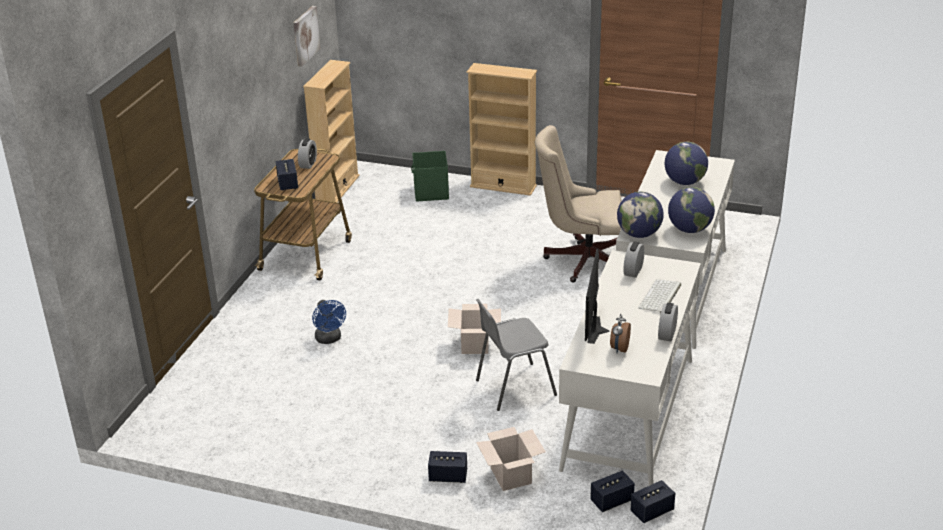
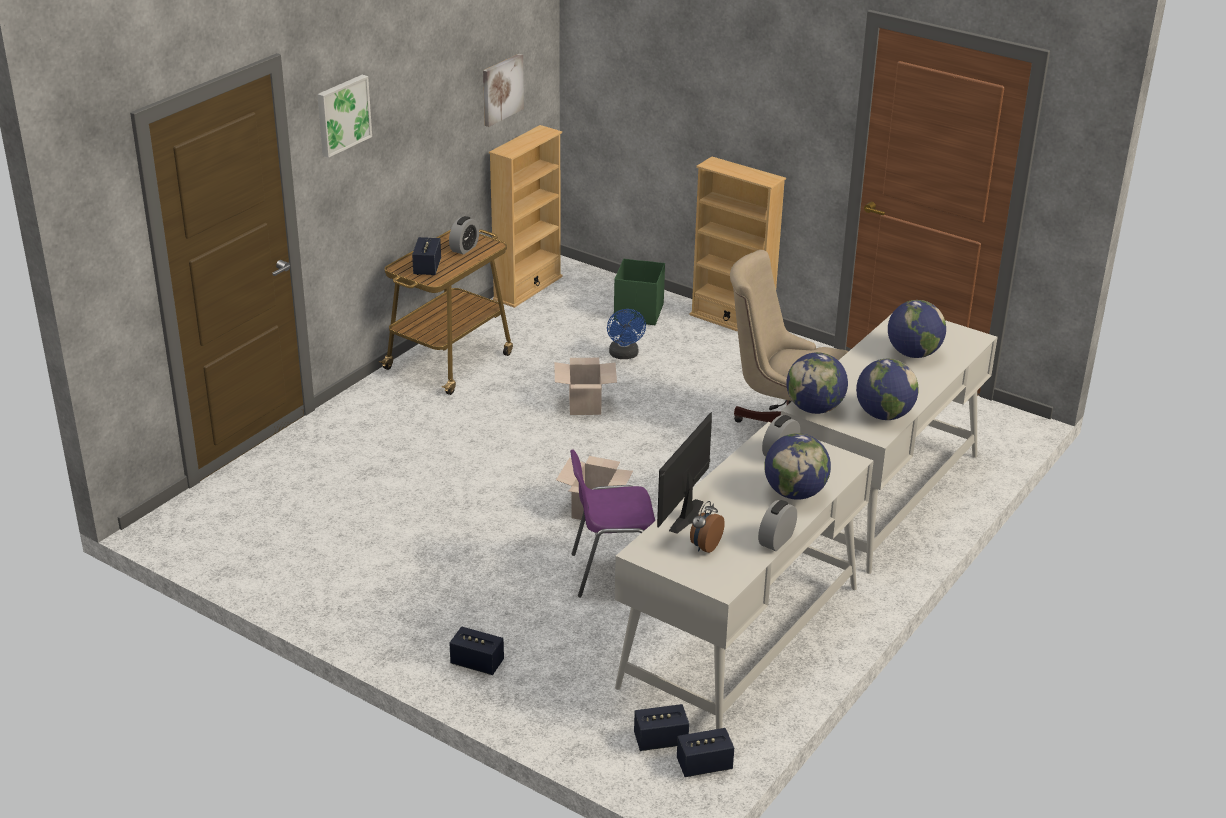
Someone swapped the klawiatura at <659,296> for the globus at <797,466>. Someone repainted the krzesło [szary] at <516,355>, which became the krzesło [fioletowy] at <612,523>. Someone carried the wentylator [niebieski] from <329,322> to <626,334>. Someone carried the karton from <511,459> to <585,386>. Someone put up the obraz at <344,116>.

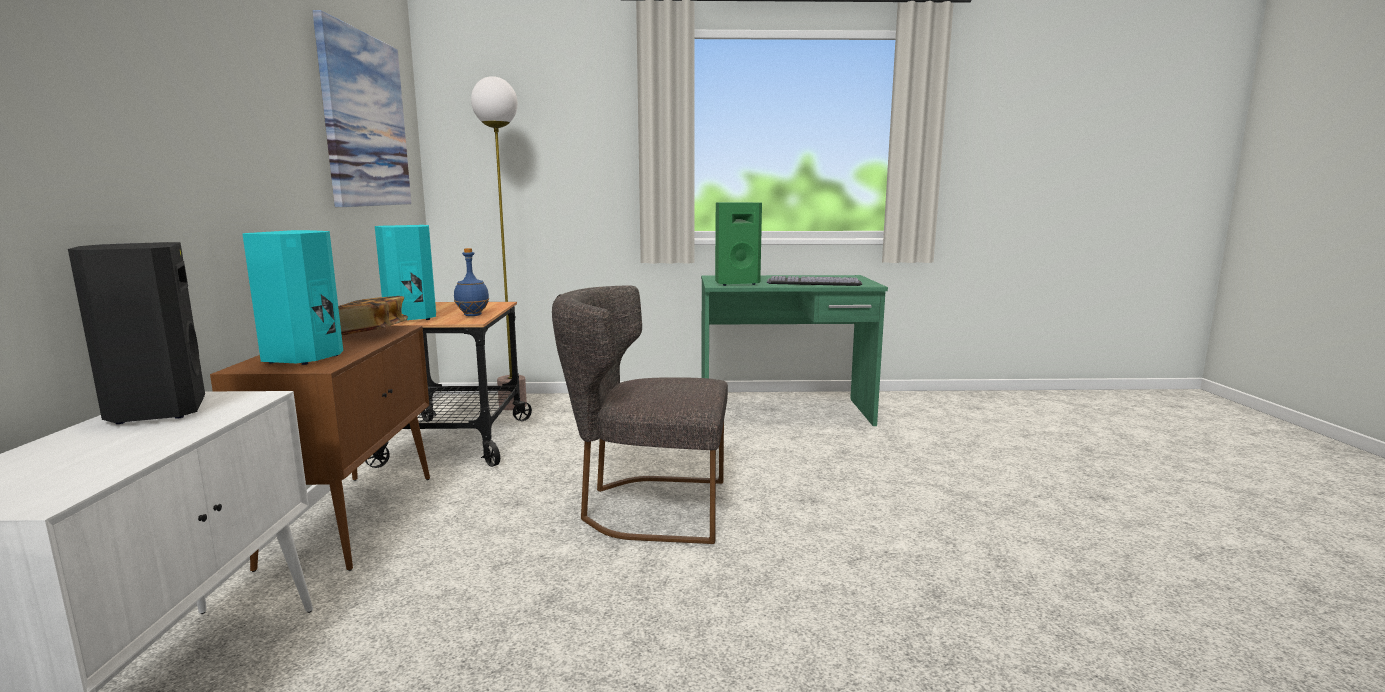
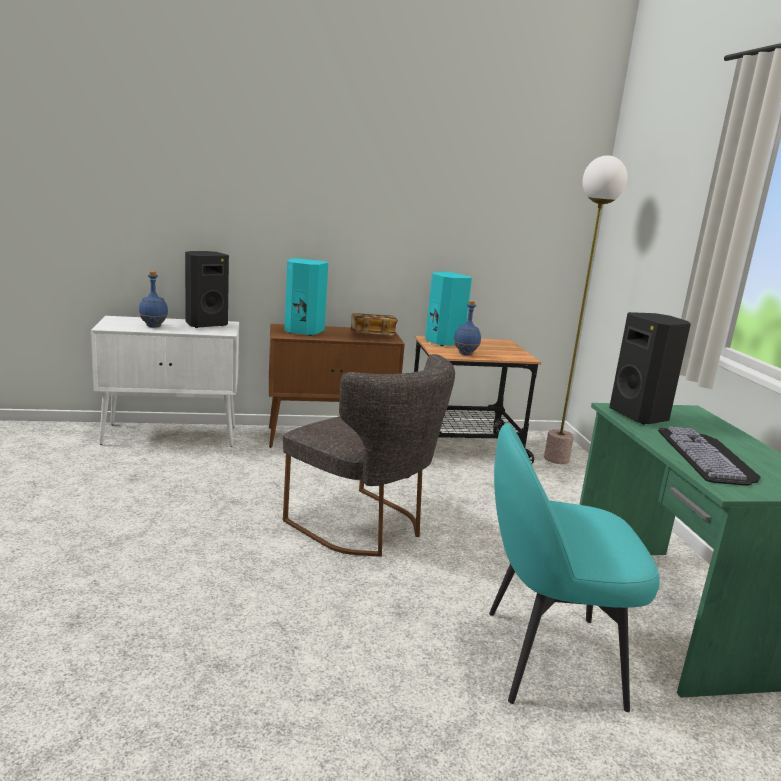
Someone took away the obraz at <361,108>. Someone repainted the głośnik [zielony] at <738,244>, which became the głośnik [czarny] at <650,368>. Someone rotated the krzesło [szary] at <640,414> by 135 degrees clockwise. Someone put down the butelka [niebieski] at <153,299>. Someone put down the krzesło [turkusowy] at <574,567>.

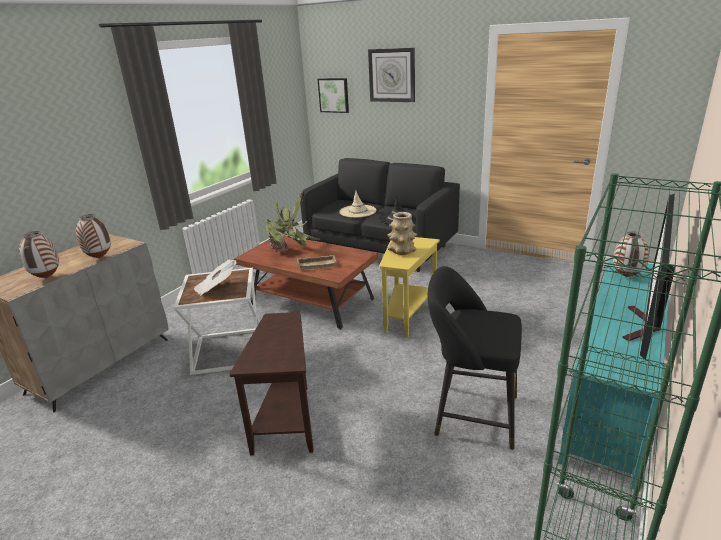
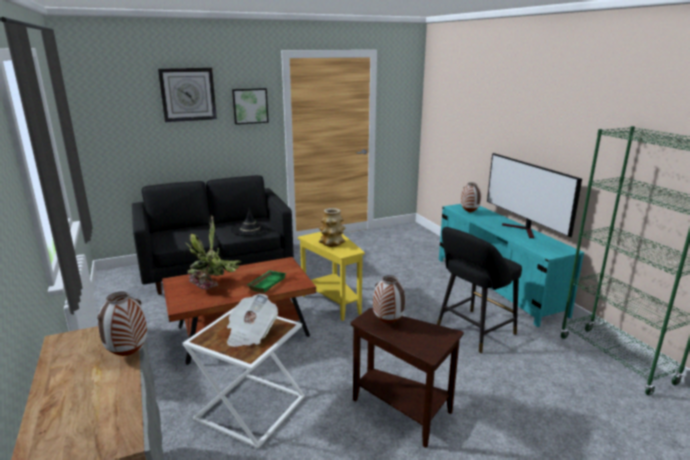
Someone carried the obraz from <333,95> to <250,106>. Someone took away the kapelusz [beżowy] at <357,204>. Someone carried the wazon from <39,254> to <389,299>. Someone repainted the taca [beżowy] at <316,262>, which became the taca [zielony] at <266,281>.

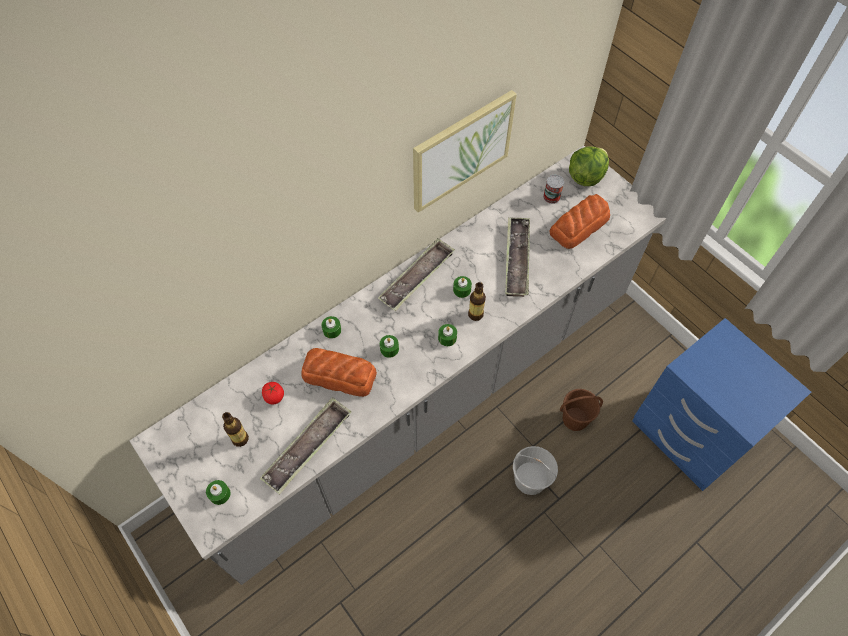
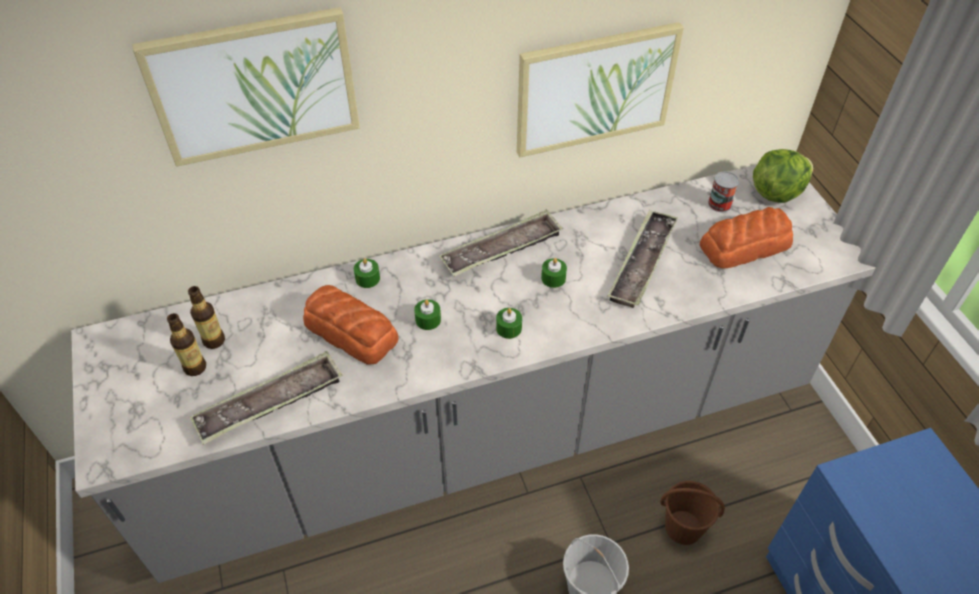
Someone carried the butelka from <477,301> to <206,317>. Someone took away the pomidor at <273,393>. Someone took away the świeca [zielony] at <218,492>. Someone put up the obraz at <246,87>.

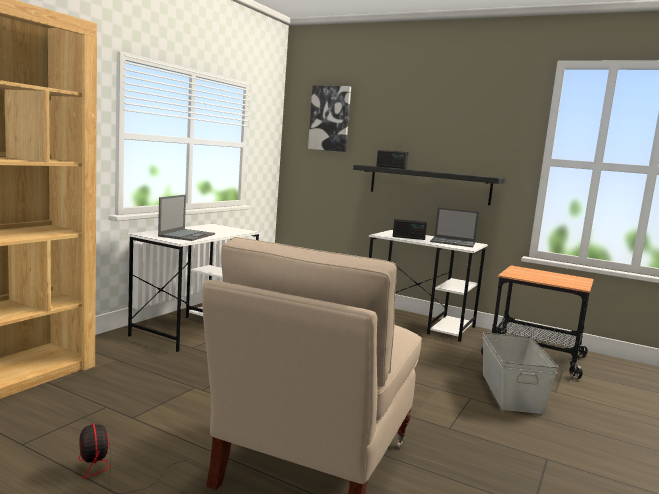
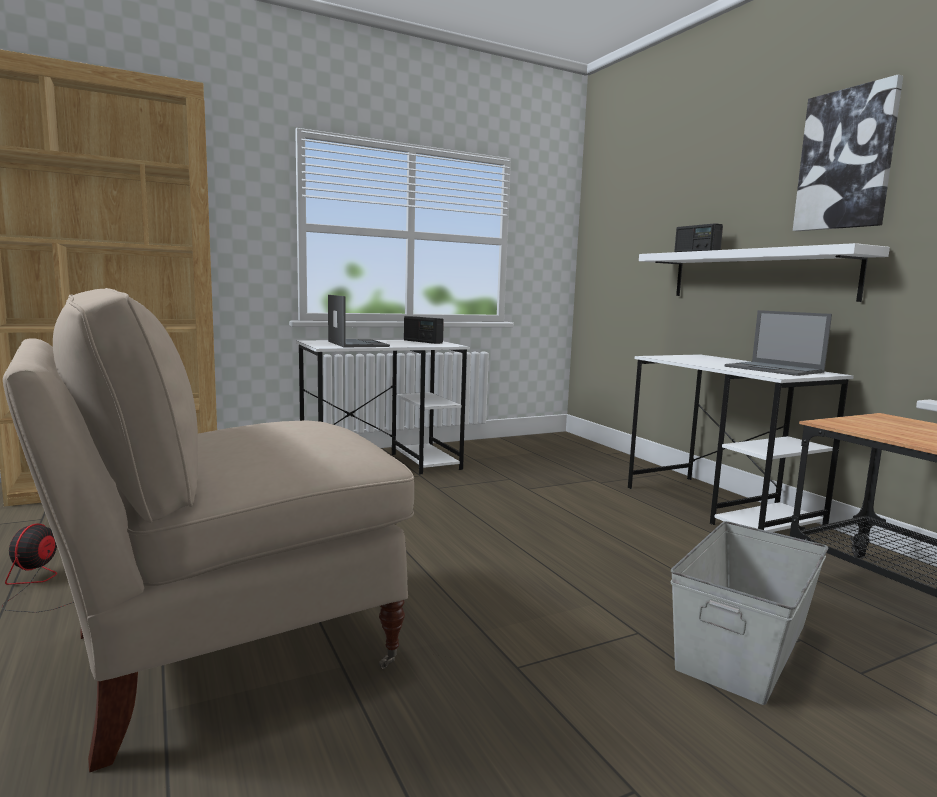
Someone carried the obraz from <329,118> to <848,152>. Someone repainted the półka [czarny] at <429,185>, which became the półka [biały] at <764,272>. Someone rotated the laptop at <186,218> by 75 degrees counterclockwise. Someone carried the radio from <410,229> to <424,330>.

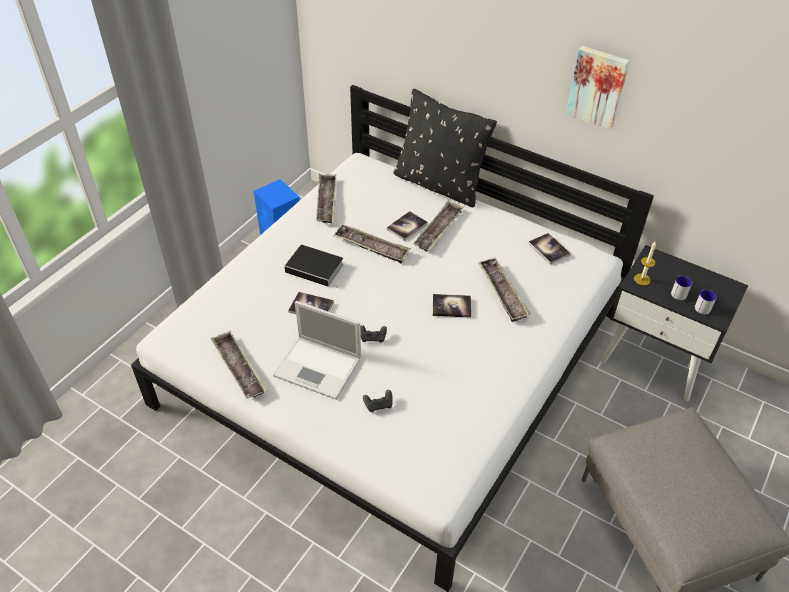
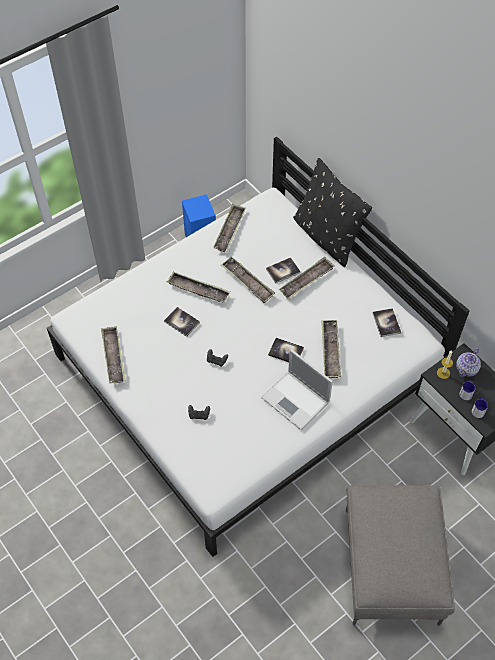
Someone took away the obraz at <598,88>. Someone swapped the książka at <314,266> for the taca at <198,287>. Someone carried the laptop from <317,350> to <297,389>. Someone put down the imbryk at <468,362>.

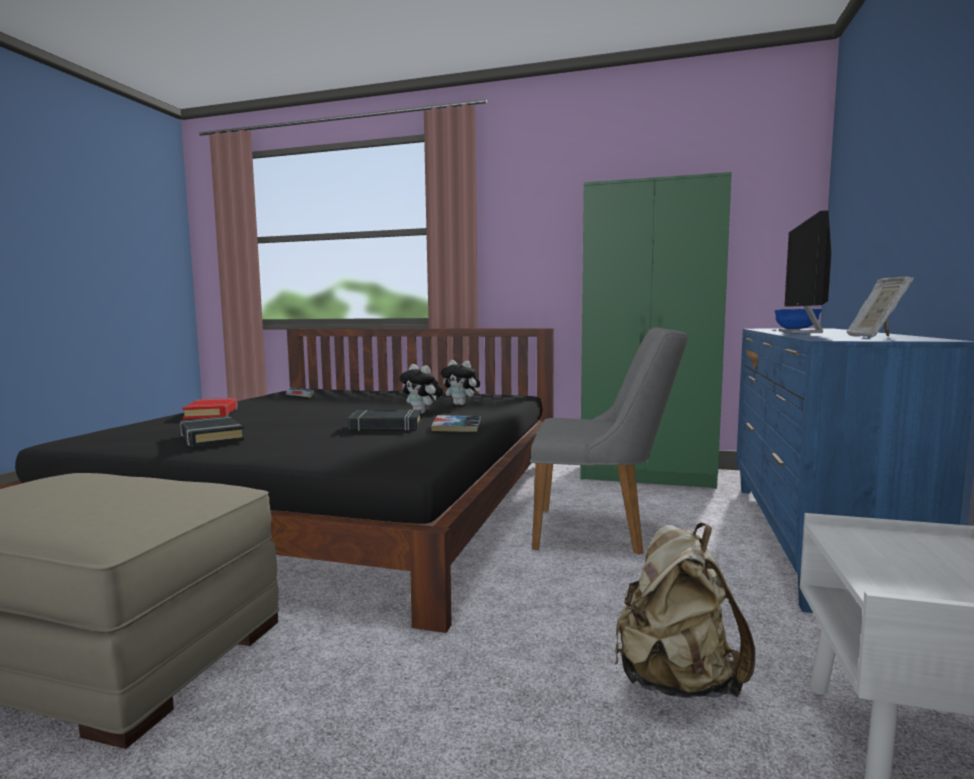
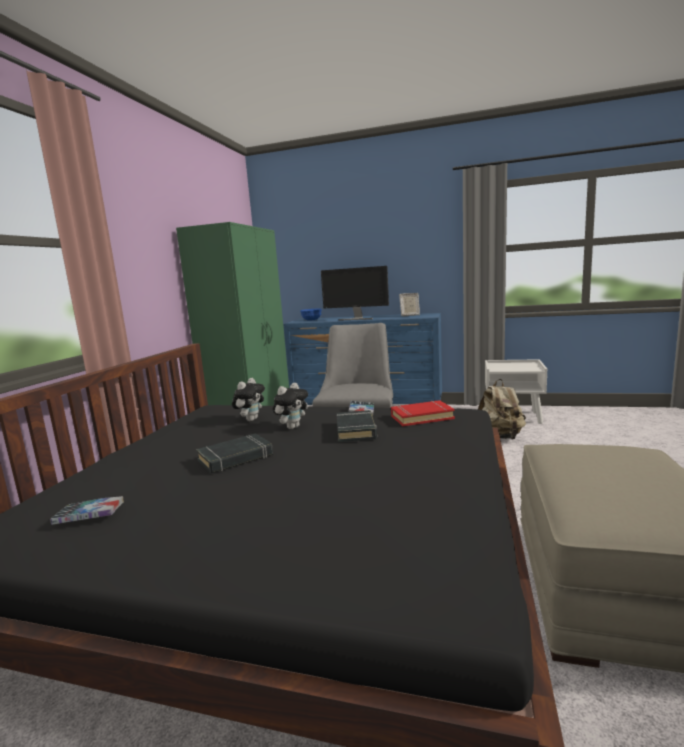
Someone carried the książka [czerwony] from <210,408> to <423,413>. Someone carried the książka [czarny] from <212,431> to <234,453>.

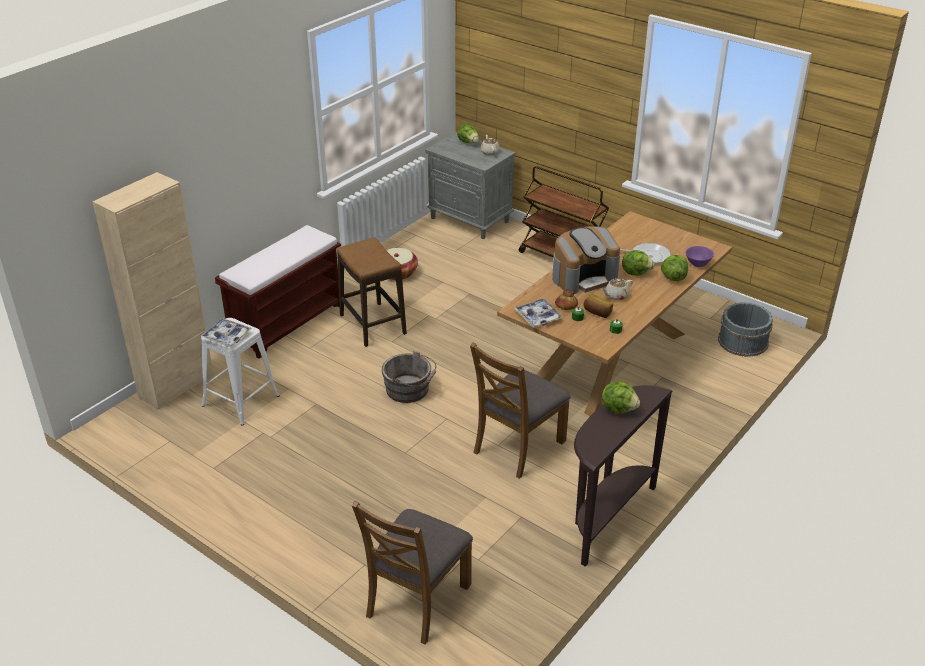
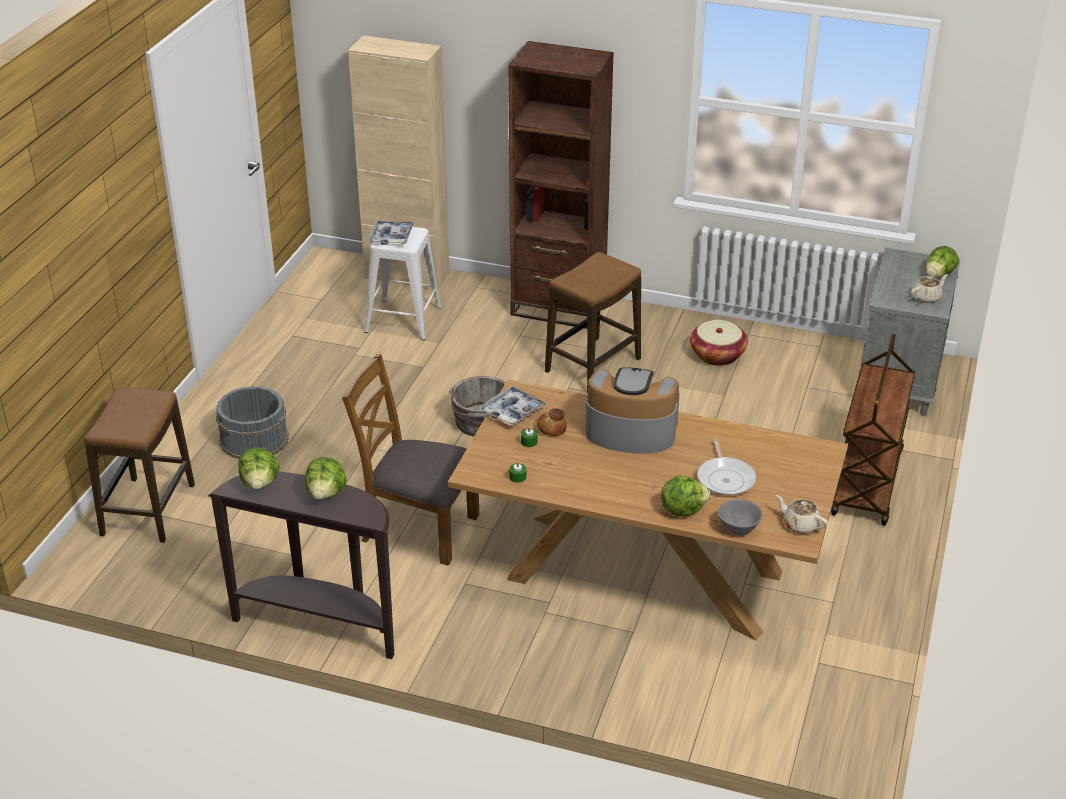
Someone swapped the ławka [brązowy] at <278,291> for the regał [brązowy] at <561,185>. Someone rotated the ekspres do kawy at <586,260> by 150 degrees clockwise. Someone repainted the miska [fioletowy] at <700,256>, which became the miska [szary] at <740,517>. Someone carried the sałata from <638,263> to <259,468>. Someone carried the imbryk [beżowy] from <617,289> to <802,514>. Someone took away the chleb at <598,306>. Someone carried the wiadro [szary] from <745,329> to <252,422>. Someone swapped the krzesło [brązowy] at <412,572> for the stołek at <139,465>.

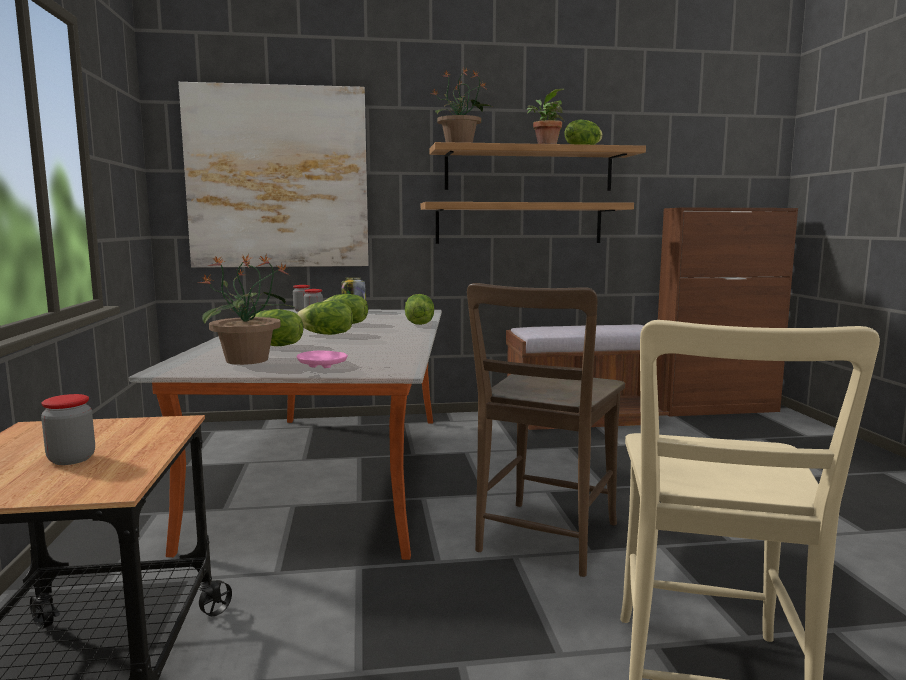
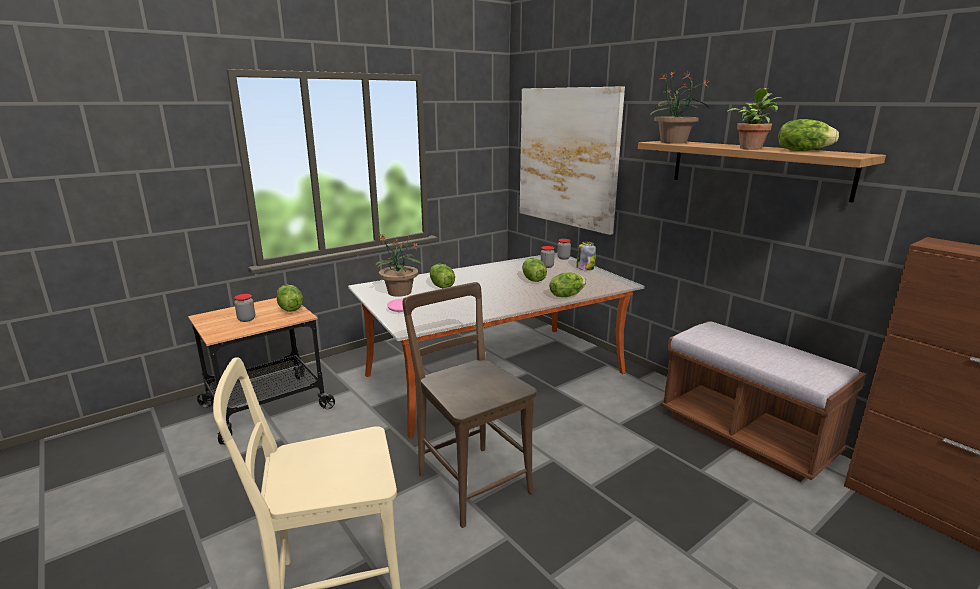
Someone took away the półka at <527,223>. Someone rotated the krzesło [brązowy] at <546,430> by 60 degrees clockwise. Someone carried the sałata from <324,318> to <289,298>.

